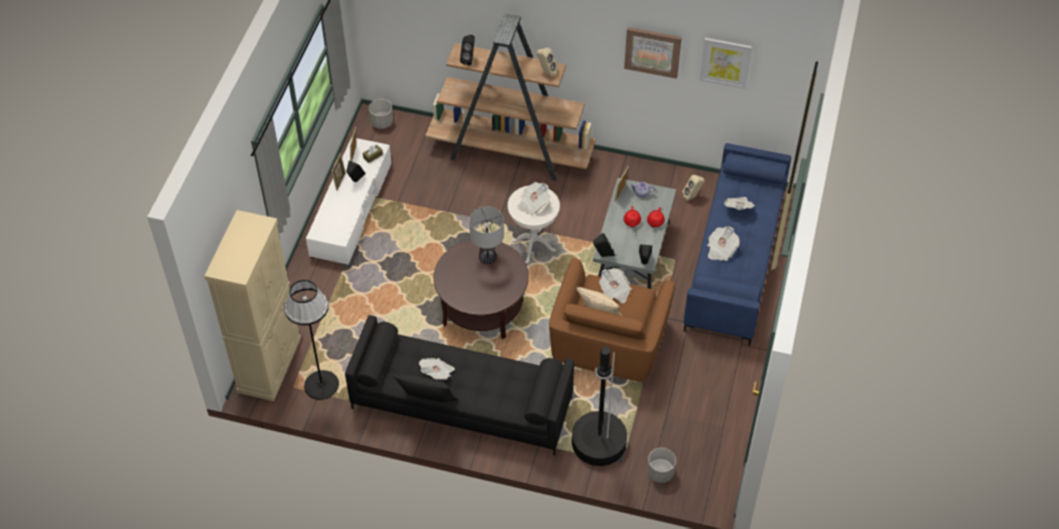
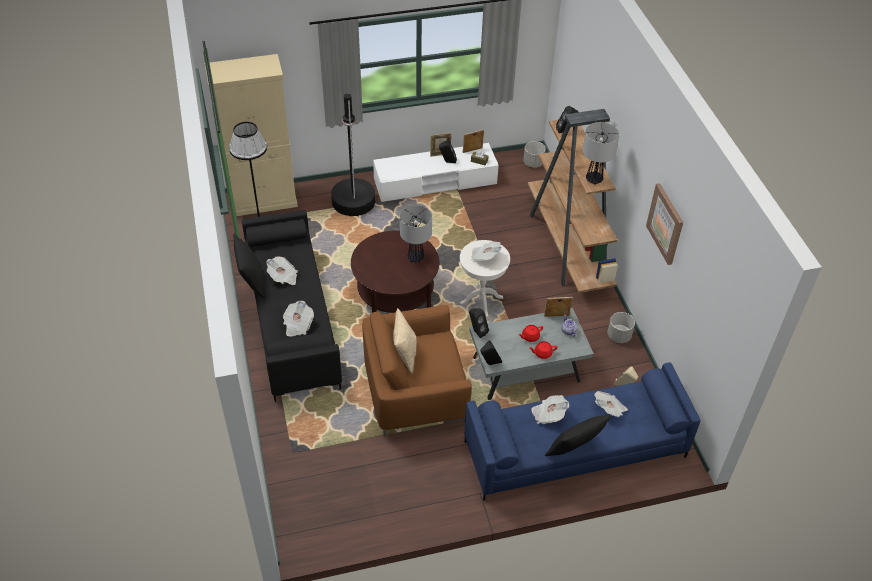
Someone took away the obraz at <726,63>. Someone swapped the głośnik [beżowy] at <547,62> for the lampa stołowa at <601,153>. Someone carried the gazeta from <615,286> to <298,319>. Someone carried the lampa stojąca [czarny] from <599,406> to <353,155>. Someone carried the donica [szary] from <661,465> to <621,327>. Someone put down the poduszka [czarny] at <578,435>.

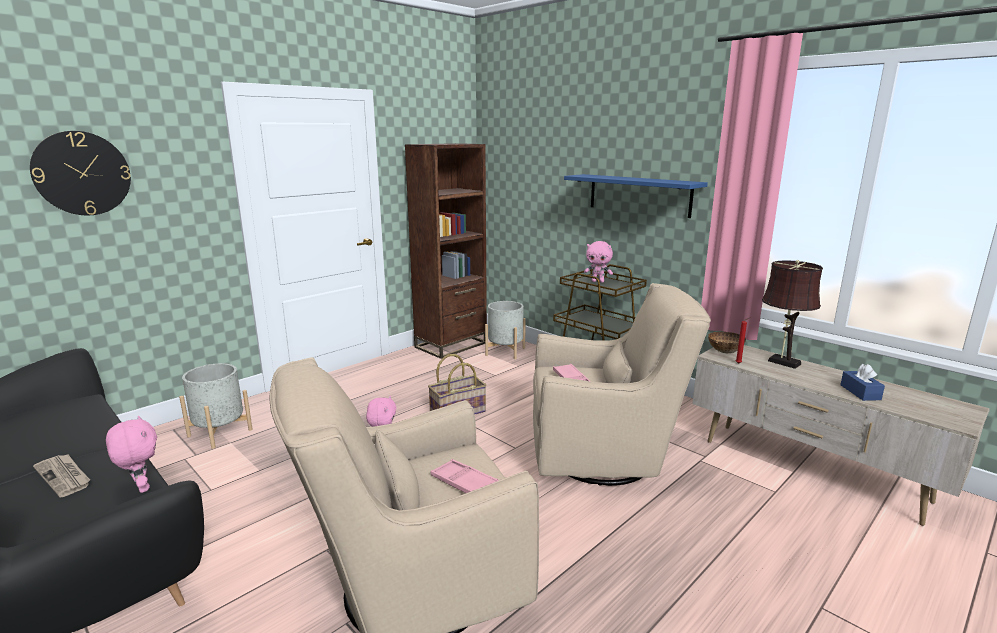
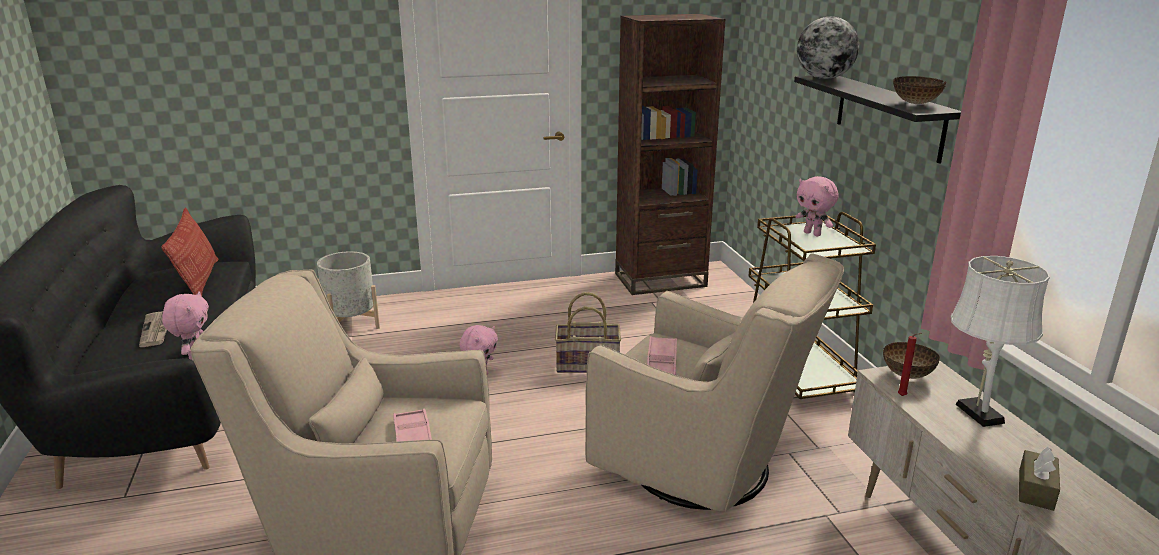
Someone took away the zegar ścienny at <80,173>. Someone repainted the półka [niebieski] at <636,196>, which became the półka [czarny] at <877,120>. Someone repainted the lampa stołowa [brązowy] at <792,314>, which became the lampa stołowa [biały] at <1000,341>. Someone took away the donica [szary] at <505,330>. Someone repainted the pudełko chusteczek [niebieski] at <862,382>, which became the pudełko chusteczek [brązowy] at <1039,479>. Someone put down the globus at <828,48>. Someone put down the miska at <919,90>. Someone put down the poduszka at <190,251>.

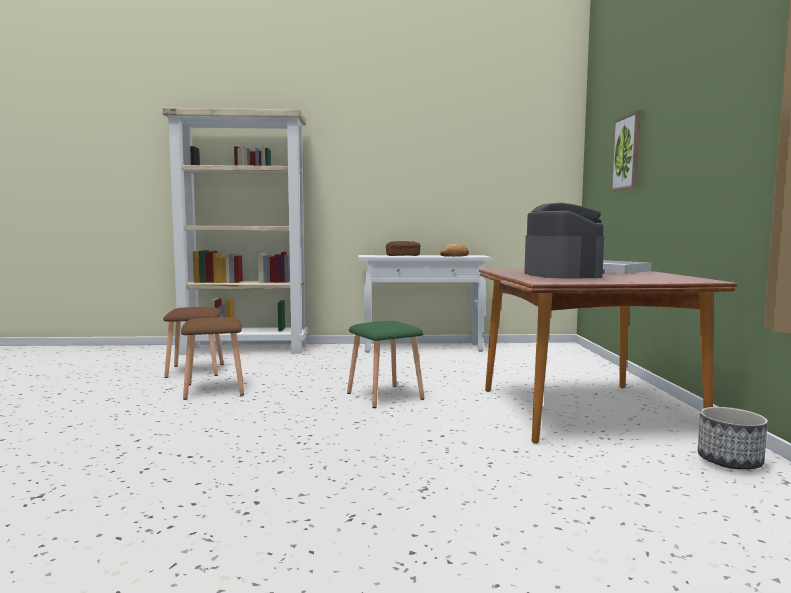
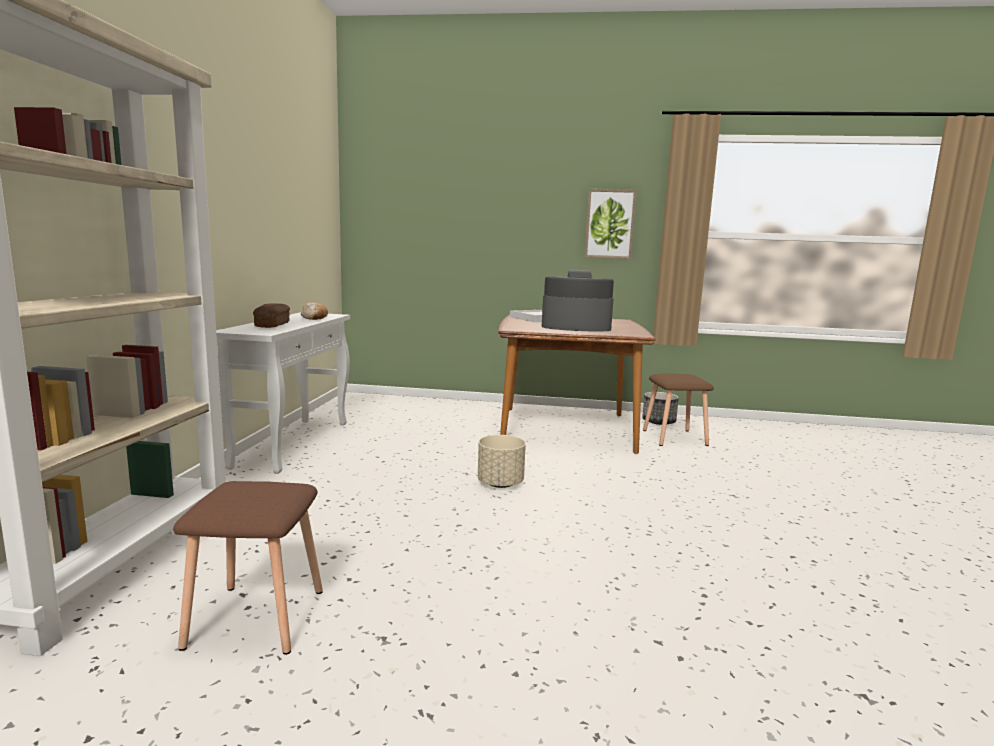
Someone carried the obraz from <625,151> to <610,224>. Someone carried the stołek [brązowy] from <212,358> to <678,410>. Someone swapped the stołek [zielony] at <385,364> for the donica [beżowy] at <502,461>.

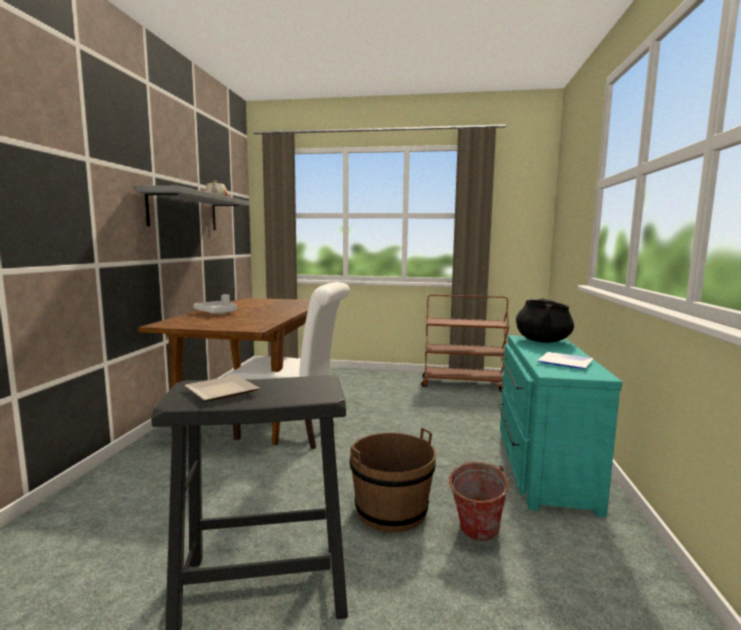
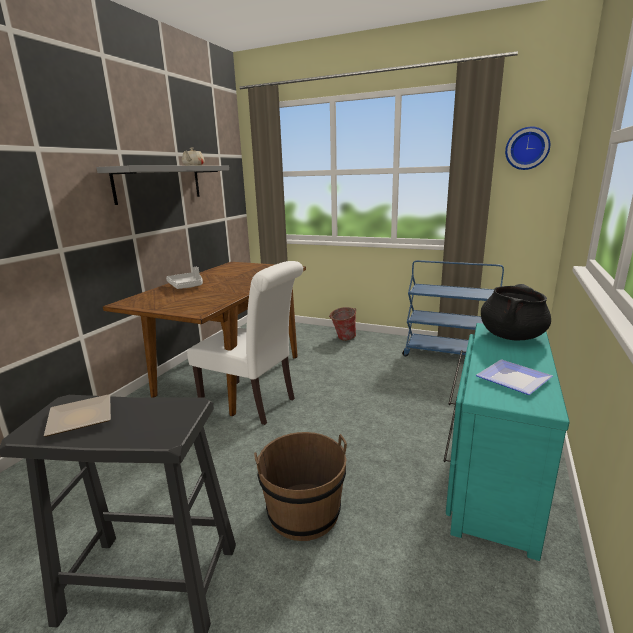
Someone repainted the wózek [brązowy] at <465,343>, which became the wózek [niebieski] at <453,308>. Someone carried the wiadro from <477,501> to <342,324>. Someone put up the zegar ścienny at <527,148>.

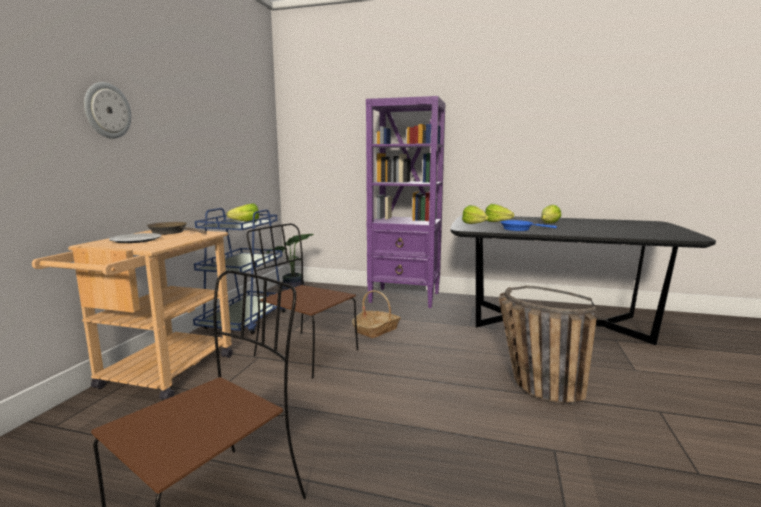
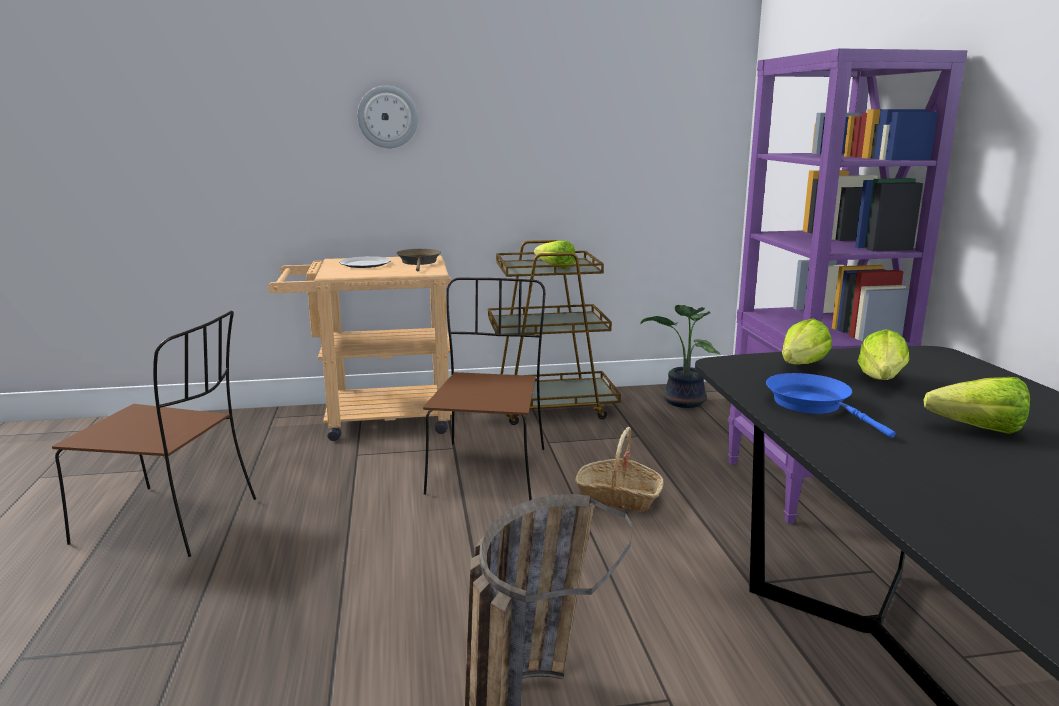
Someone repainted the wózek [niebieski] at <239,271>, which became the wózek [brązowy] at <554,332>.

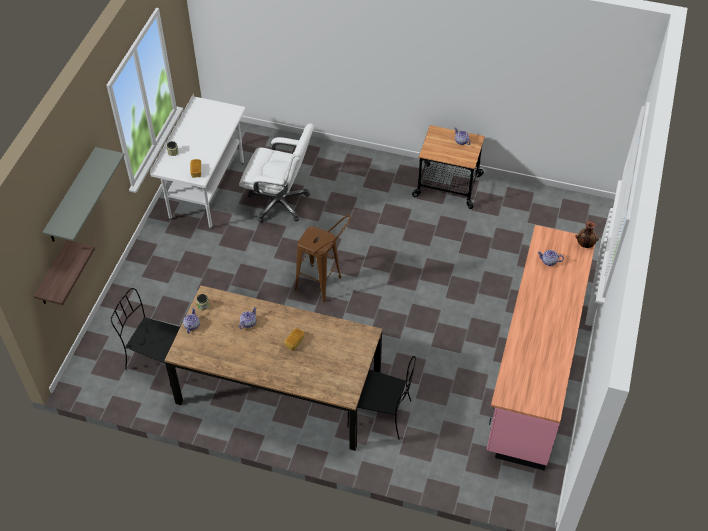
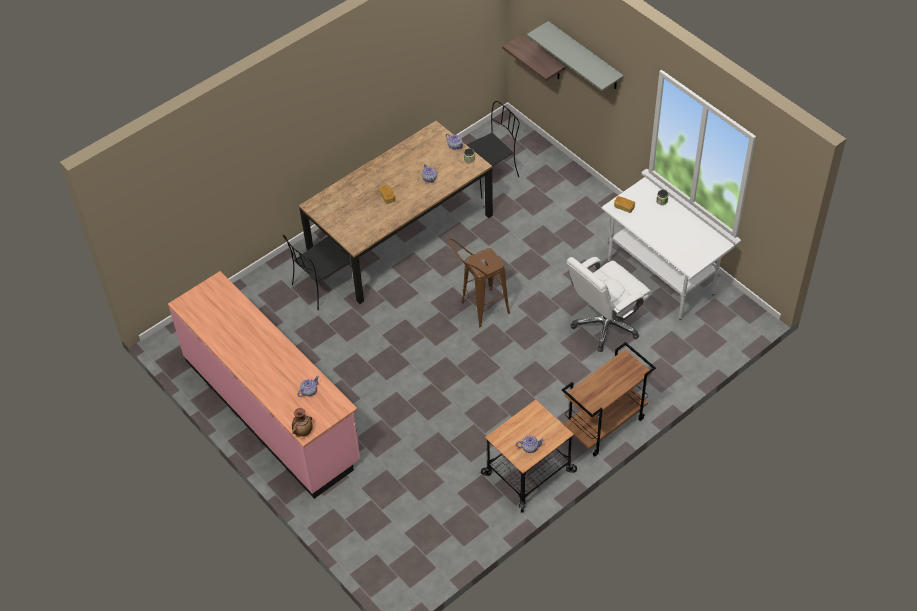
Someone put down the wózek [brązowy] at <609,399>.

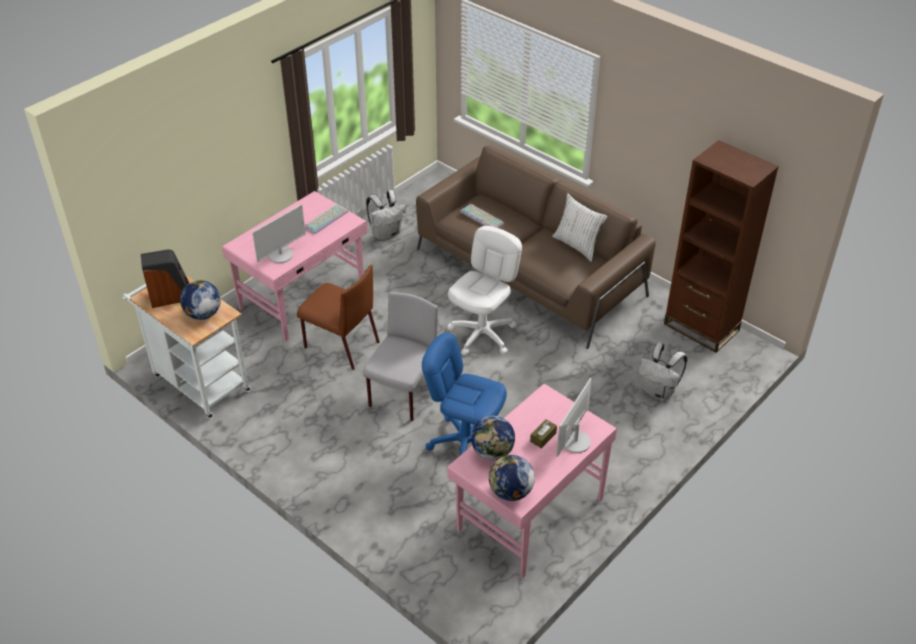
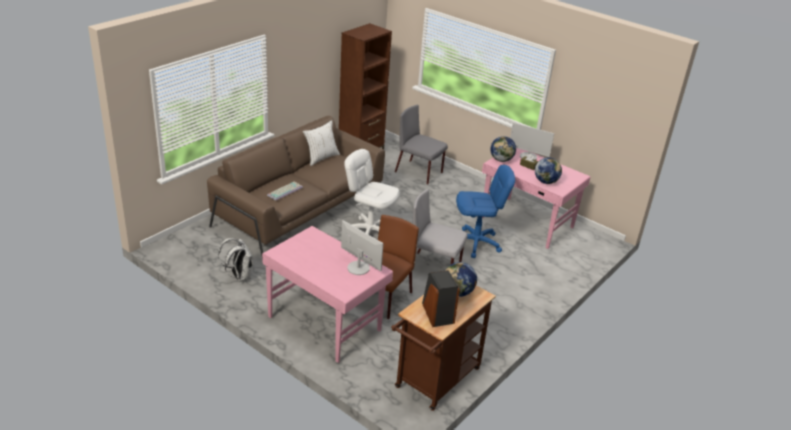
Someone took away the klawiatura at <326,219>. Someone repainted the wózek [biały] at <187,347>, which became the wózek [brązowy] at <443,348>. Someone rotated the krzesło biurowe [niebieski] at <464,394> by 120 degrees counterclockwise. Someone swapped the plecak [biały] at <662,371> for the krzesło [szary] at <421,145>. Someone carried the globus from <512,478> to <503,149>.

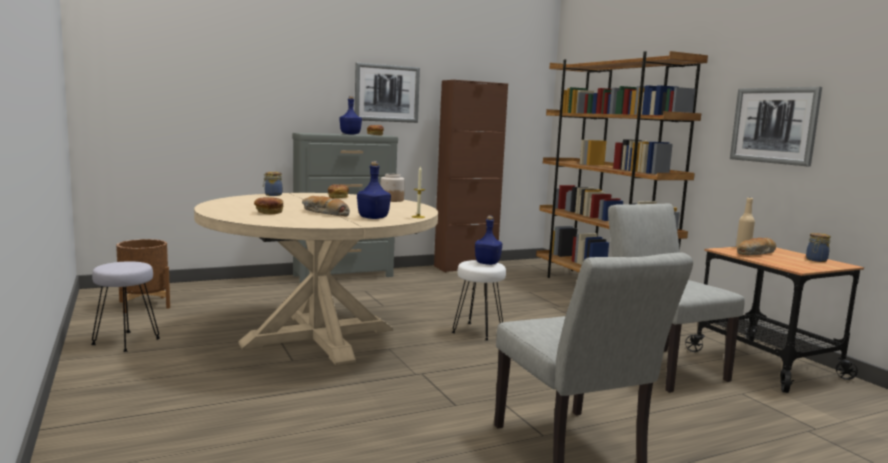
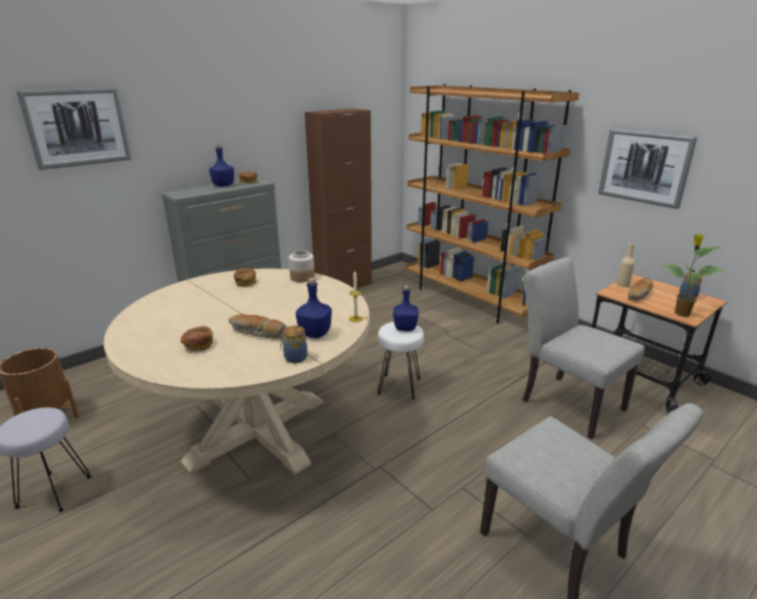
Someone carried the obraz from <387,93> to <74,129>. Someone carried the słoik from <272,184> to <294,344>. Someone put down the roślina doniczkowa at <693,275>.

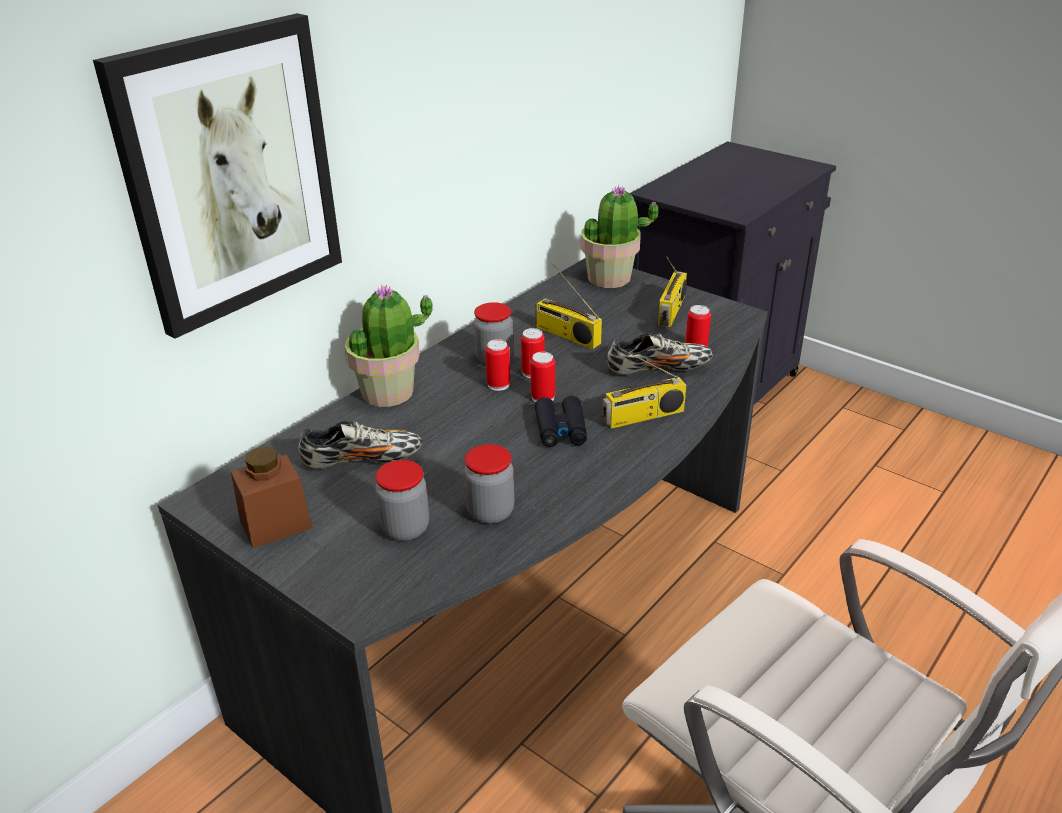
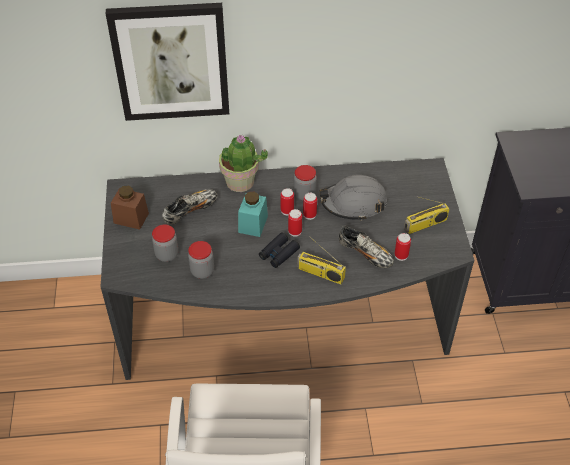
Someone took away the roślina doniczkowa at <620,236>. Someone swapped the radio at <568,306> for the kask [szary] at <353,198>. Someone rotated the but at <360,445> by 75 degrees counterclockwise. Someone put down the słoik [turkusowy] at <253,214>.

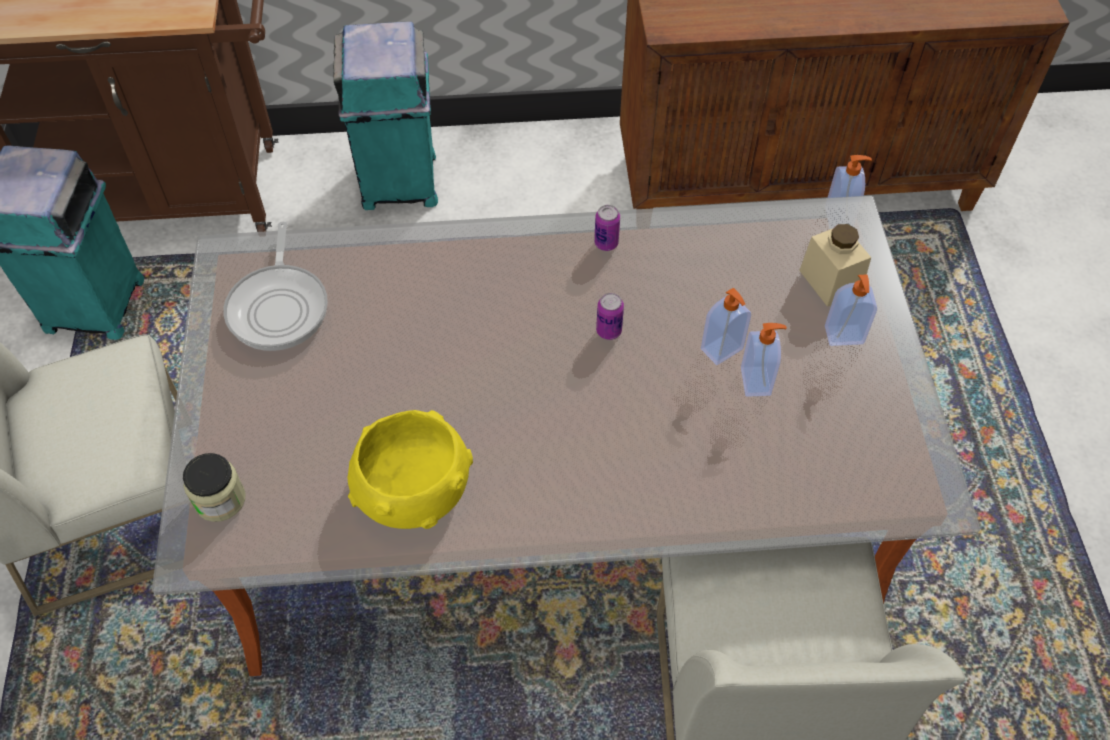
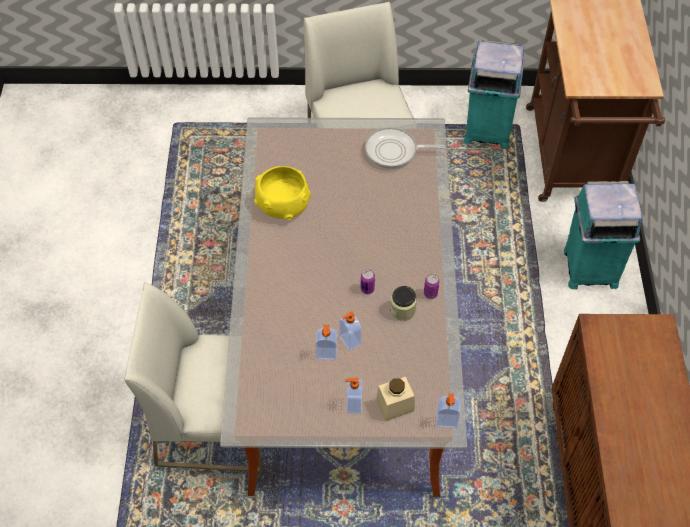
Someone carried the słoik from <214,487> to <403,303>.

